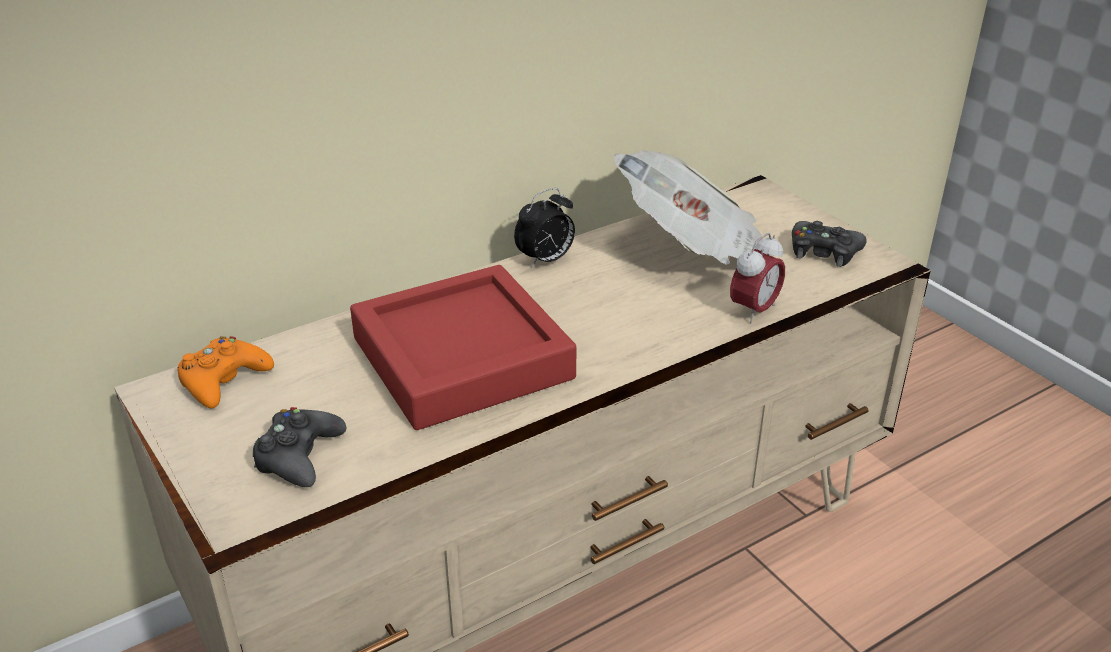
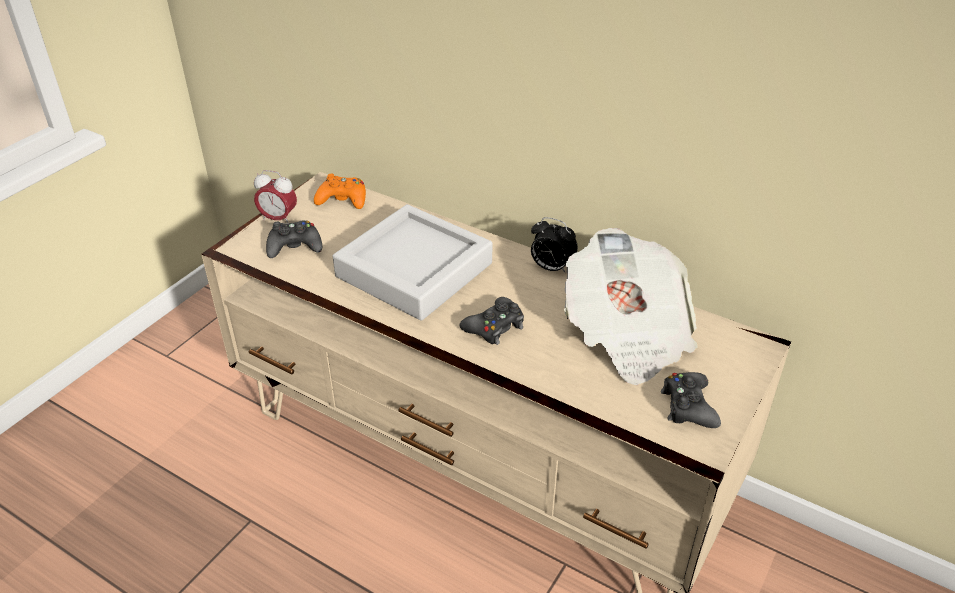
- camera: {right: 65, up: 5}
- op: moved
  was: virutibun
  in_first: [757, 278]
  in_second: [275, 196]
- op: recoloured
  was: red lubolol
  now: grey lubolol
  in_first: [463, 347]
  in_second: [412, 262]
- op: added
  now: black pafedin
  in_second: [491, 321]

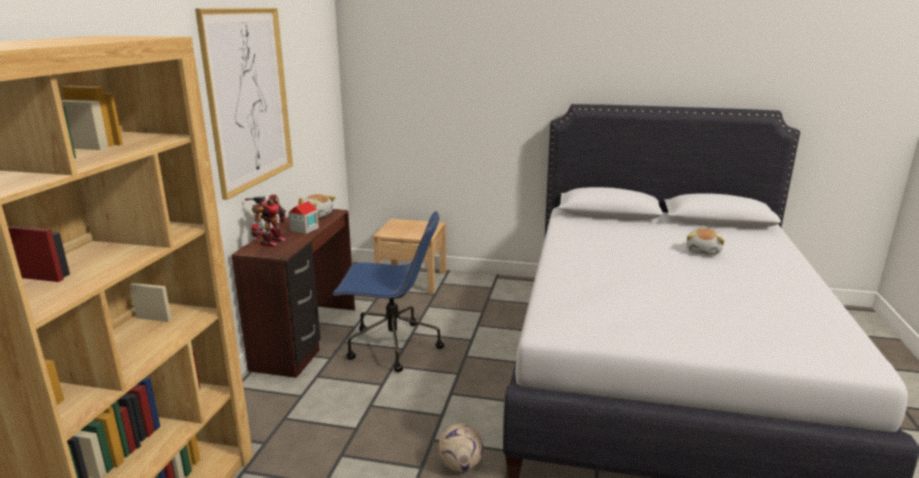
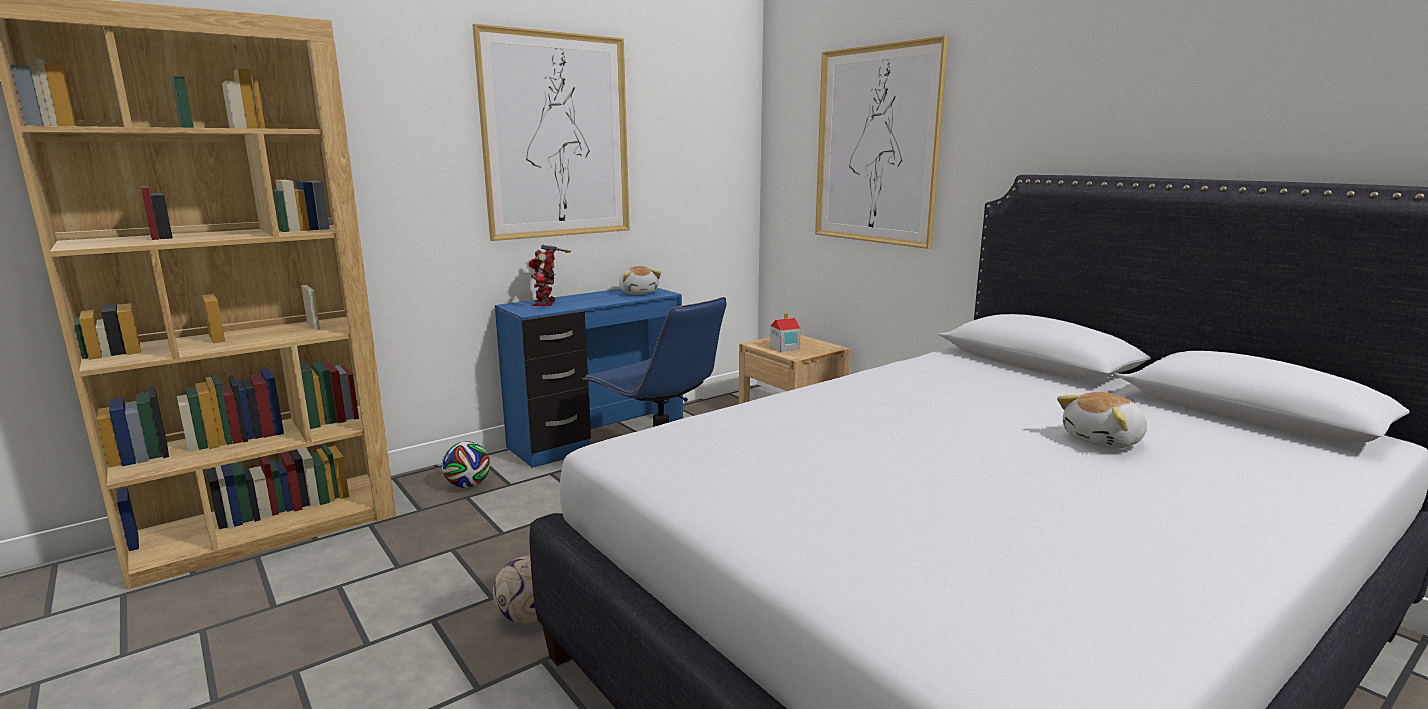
- camera: {right: 40, up: -5}
- op: turned
  was: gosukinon
  in_first: [265, 220]
  in_second: [550, 275]
  clockwise: 120
- op: moved
  was: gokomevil
  in_first: [304, 216]
  in_second: [785, 332]
- op: recoloured
  was: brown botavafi
  now: blue botavafi
  in_first: [293, 293]
  in_second: [589, 378]
- op: added
  now: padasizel
  in_second: [881, 142]
- op: added
  now: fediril
  in_second: [466, 464]

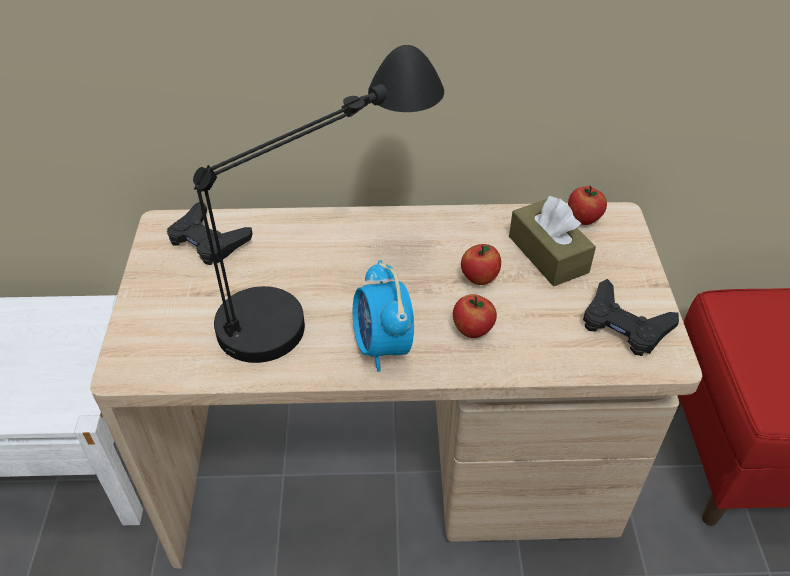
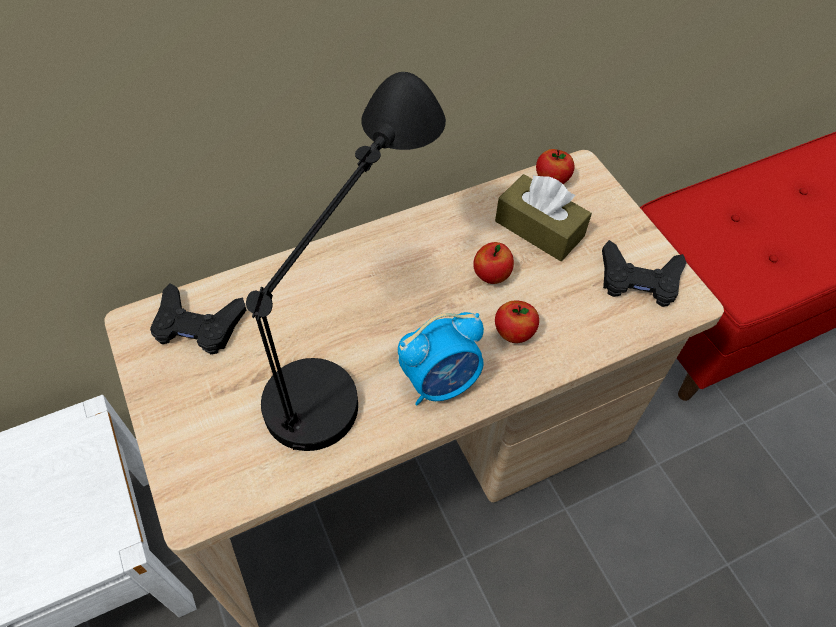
- camera: {right: -25, up: 10}
- op: turned
  was: virutibun
  in_first: [383, 316]
  in_second: [441, 358]
  clockwise: -75

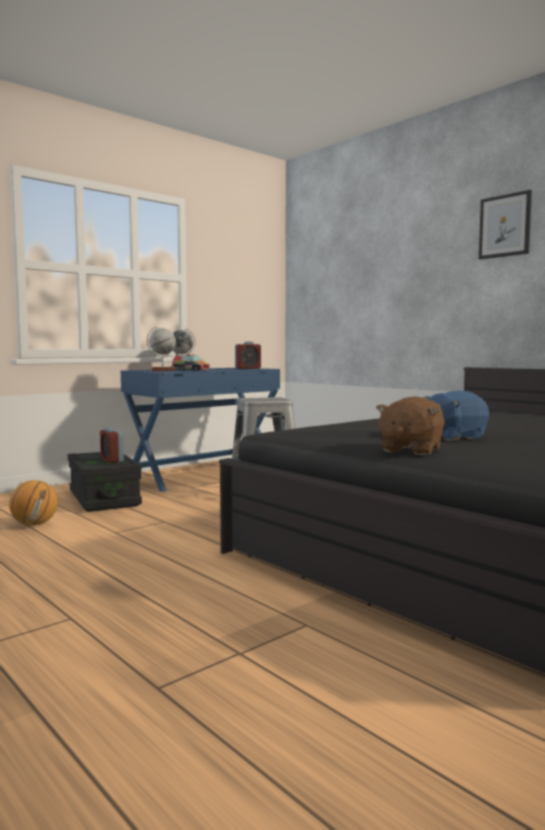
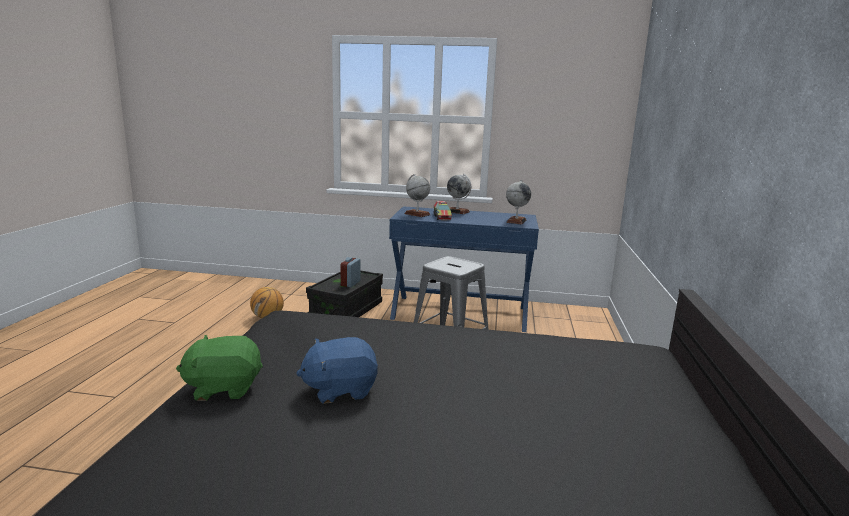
- camera: {right: 50, up: 10}
- op: removed
  was: padasizel
  in_first: [505, 224]
- op: replaced
  was: virutibun
  now: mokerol
  in_first: [248, 355]
  in_second: [518, 202]
- op: turned
  was: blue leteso
  in_first: [456, 416]
  in_second: [337, 370]
  clockwise: -45
- op: recoloured
  was: brown leteso
  now: green leteso
  in_first: [410, 425]
  in_second: [219, 368]

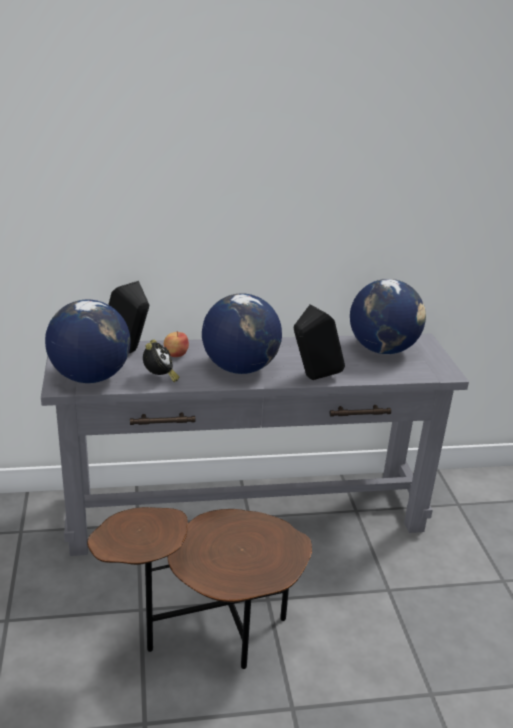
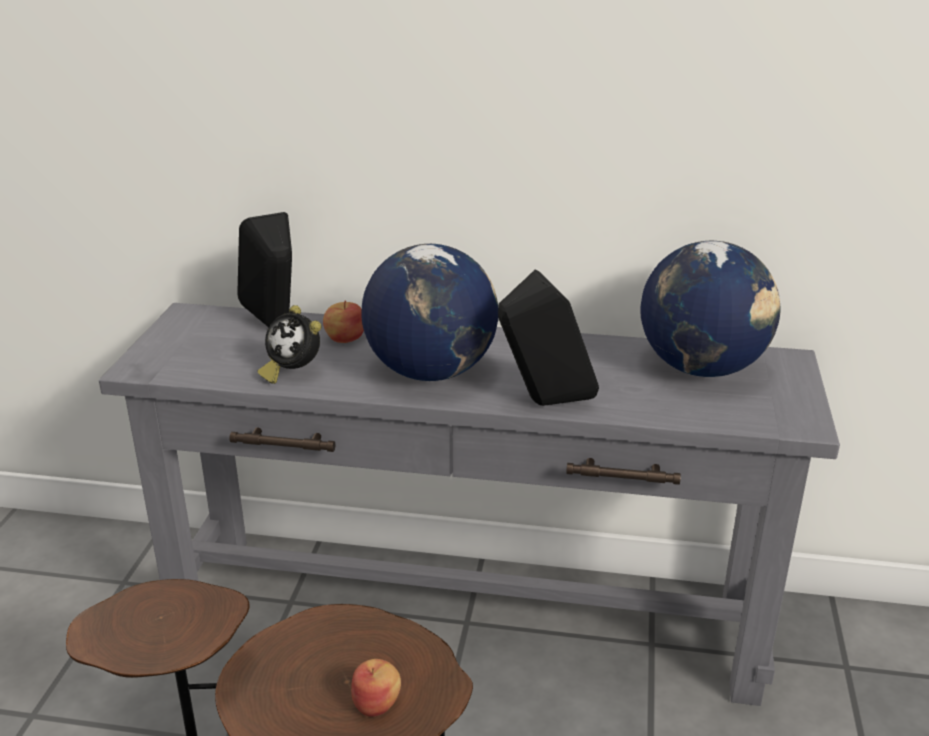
- camera: {right: 20, up: 0}
- op: removed
  was: mokerol
  in_first: [88, 341]
- op: turned
  was: virutibun
  in_first: [161, 360]
  in_second: [289, 344]
  clockwise: 105
- op: added
  now: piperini
  in_second: [376, 688]

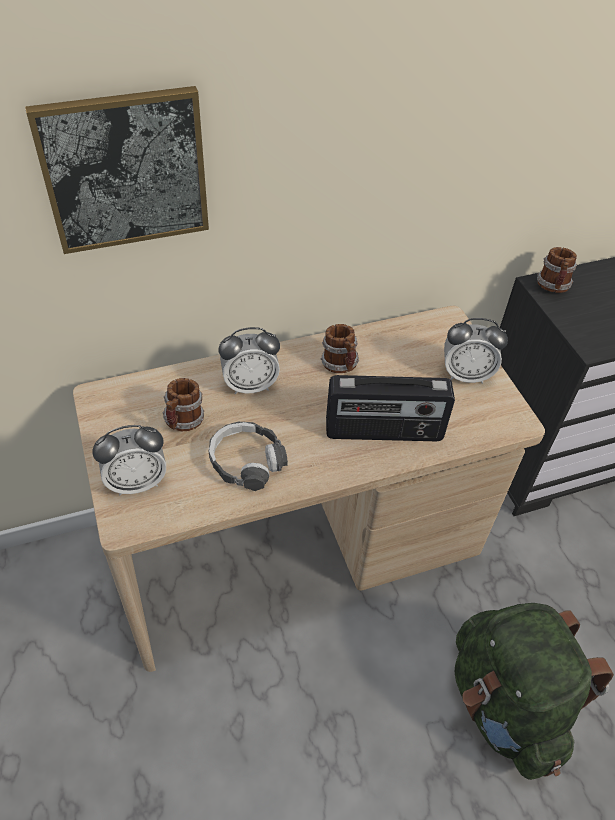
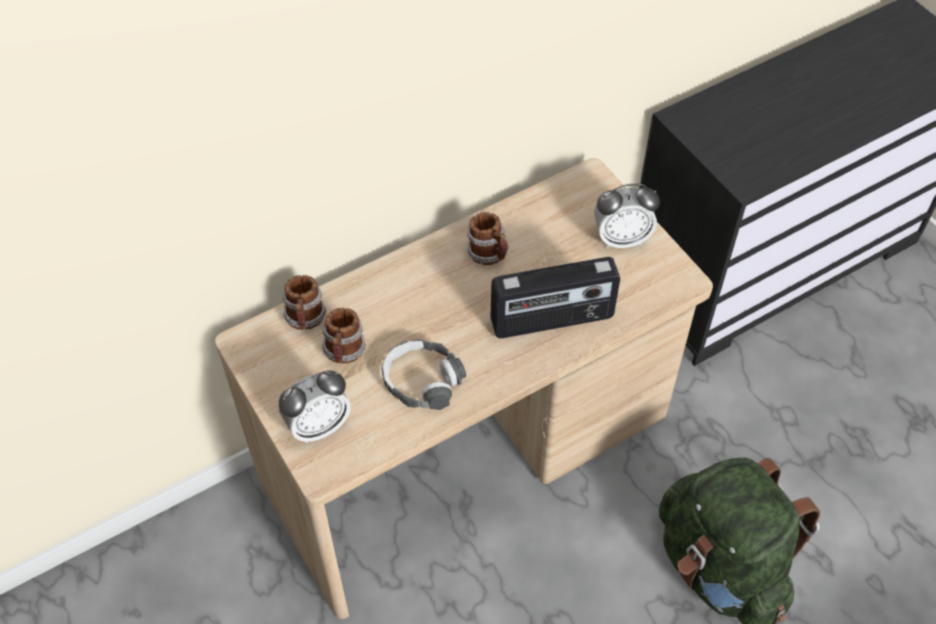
- camera: {right: -10, up: 5}
- op: removed
  was: padasizel
  in_first: [117, 170]
- op: moved
  was: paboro
  in_first: [557, 270]
  in_second: [305, 302]
- op: removed
  was: virutibun
  in_first: [249, 360]

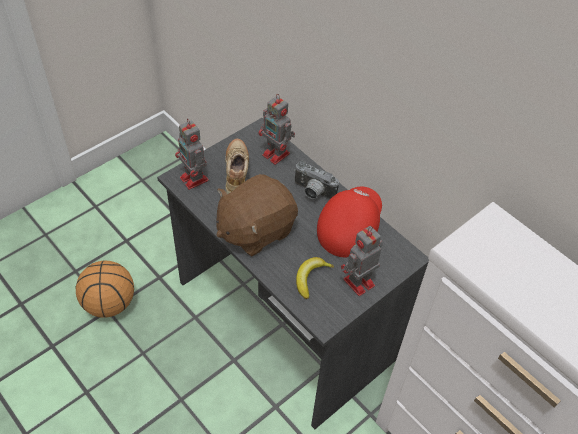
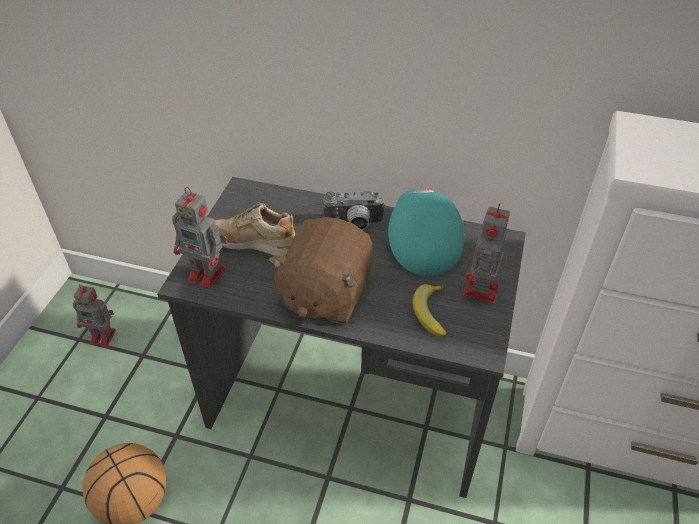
- camera: {right: -30, up: -5}
- op: moved
  was: gosukinon
  in_first: [276, 129]
  in_second: [94, 315]
- op: turned
  was: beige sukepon
  in_first: [237, 166]
  in_second: [255, 230]
  clockwise: -45
- op: recoloured
  was: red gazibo
  now: turquoise gazibo
  in_first: [349, 222]
  in_second: [426, 232]

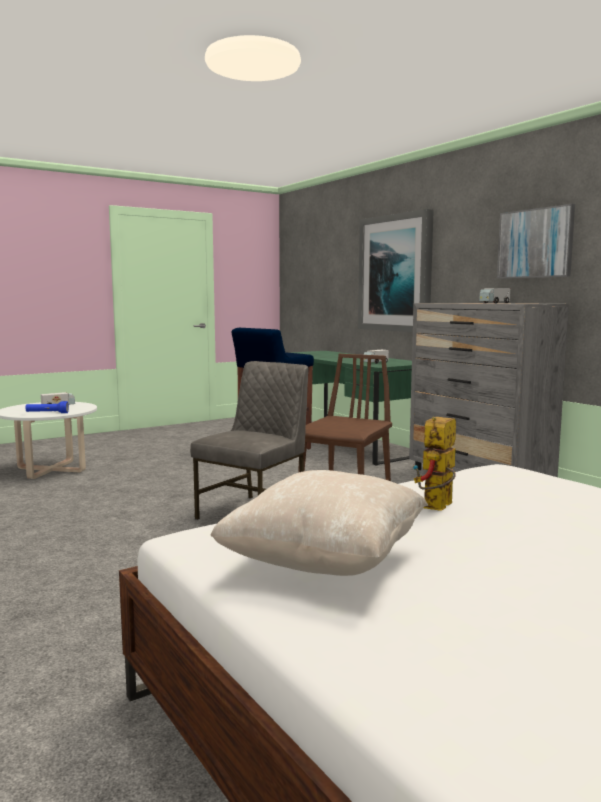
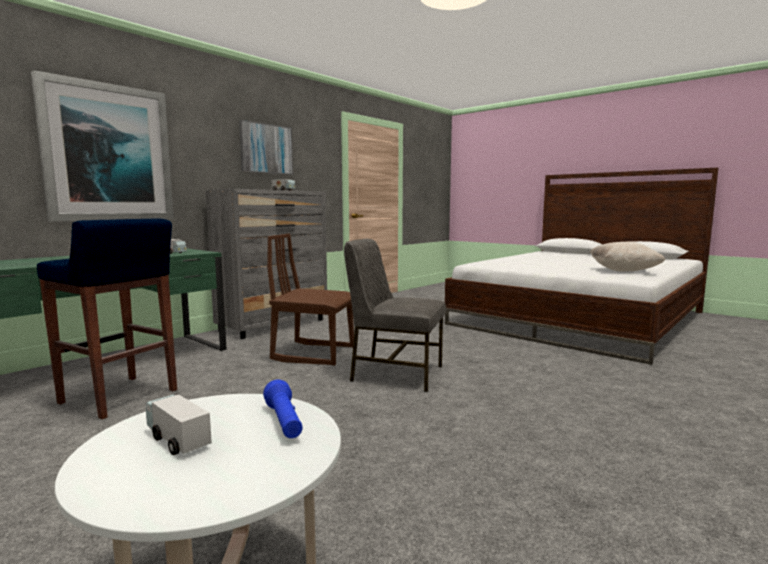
- camera: {right: -105, up: 0}
- op: removed
  was: gosukinon
  in_first: [434, 464]

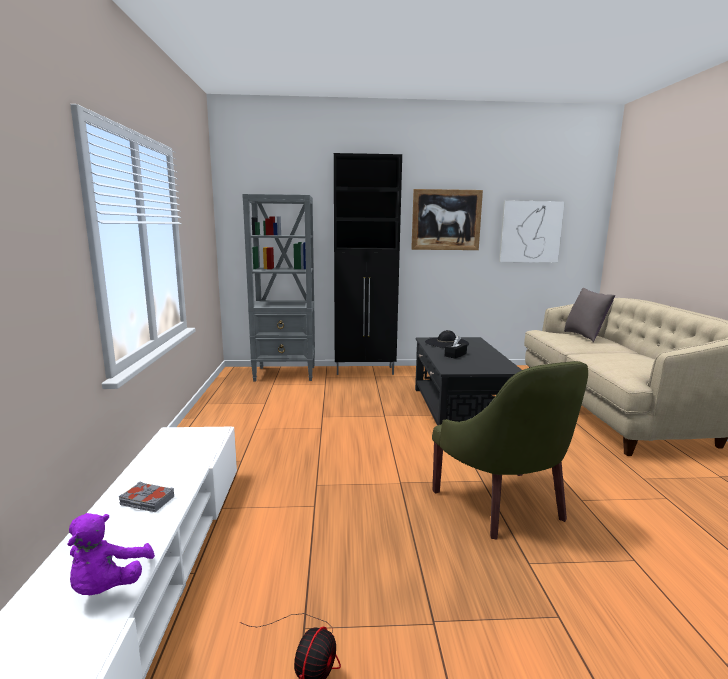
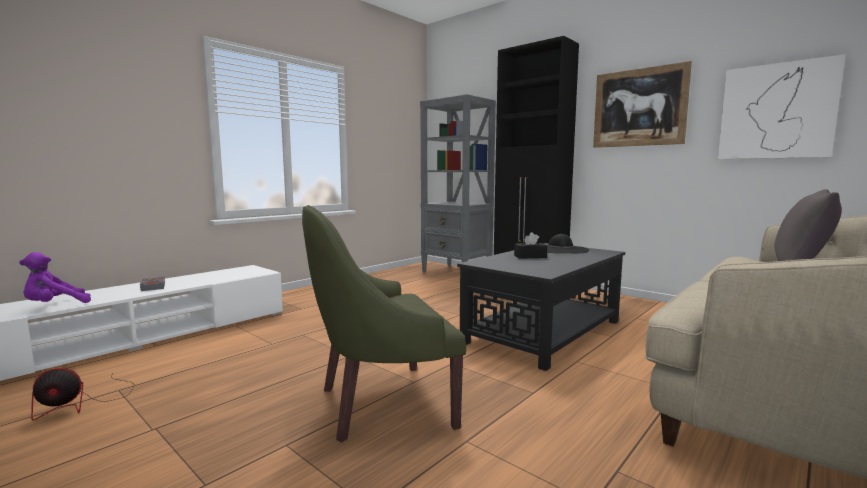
- camera: {right: 45, up: -5}
- op: turned
  was: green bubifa
  in_first: [510, 450]
  in_second: [384, 323]
  clockwise: 45

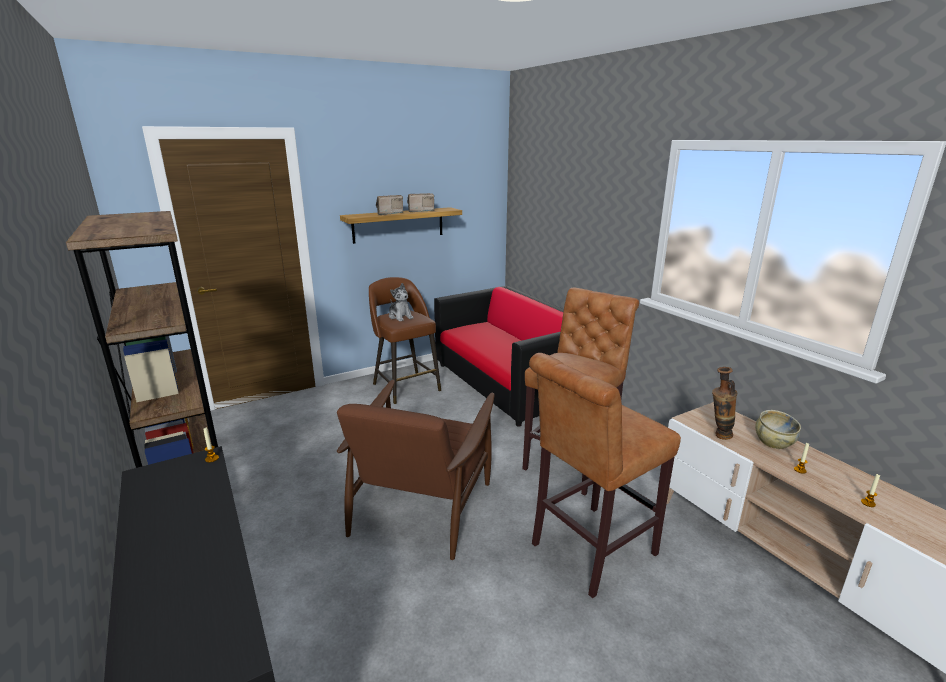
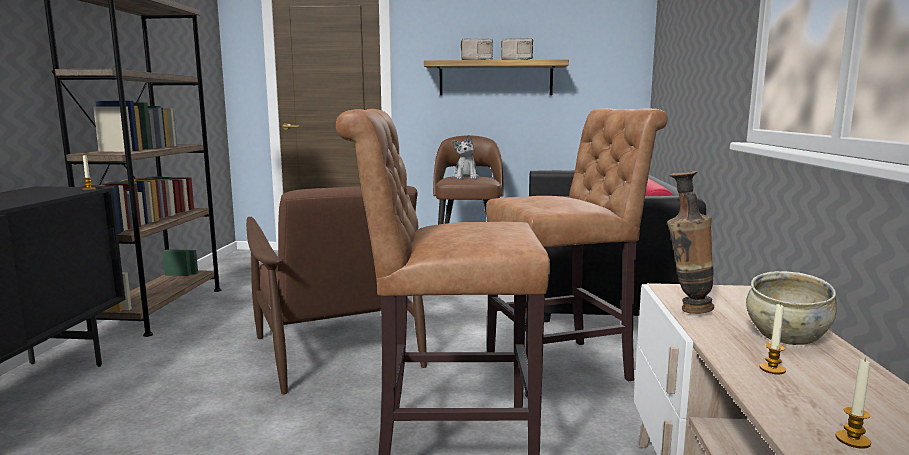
- camera: {right: 35, up: -10}
- op: turned
  was: brown bubifa
  in_first: [415, 470]
  in_second: [336, 290]
  clockwise: -75

